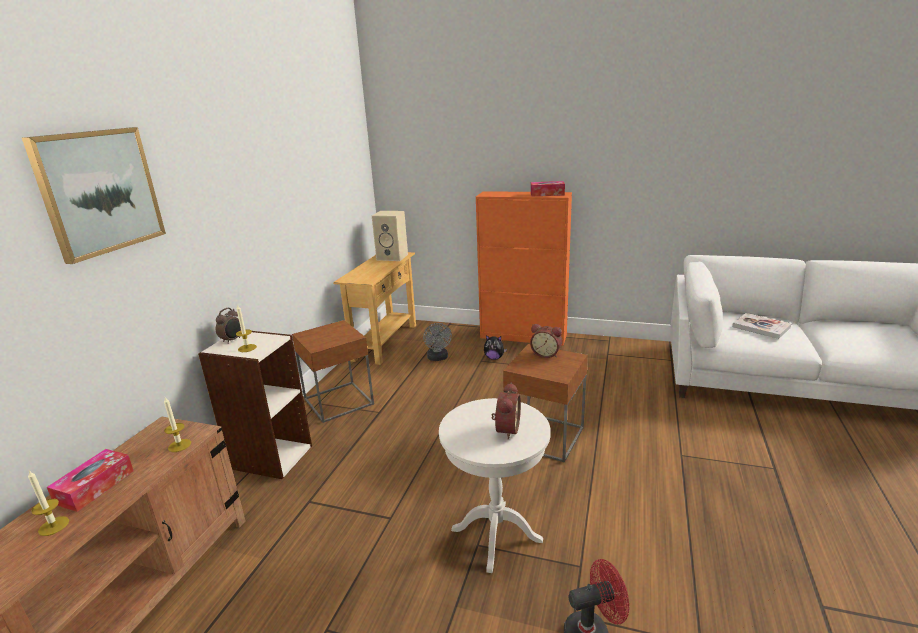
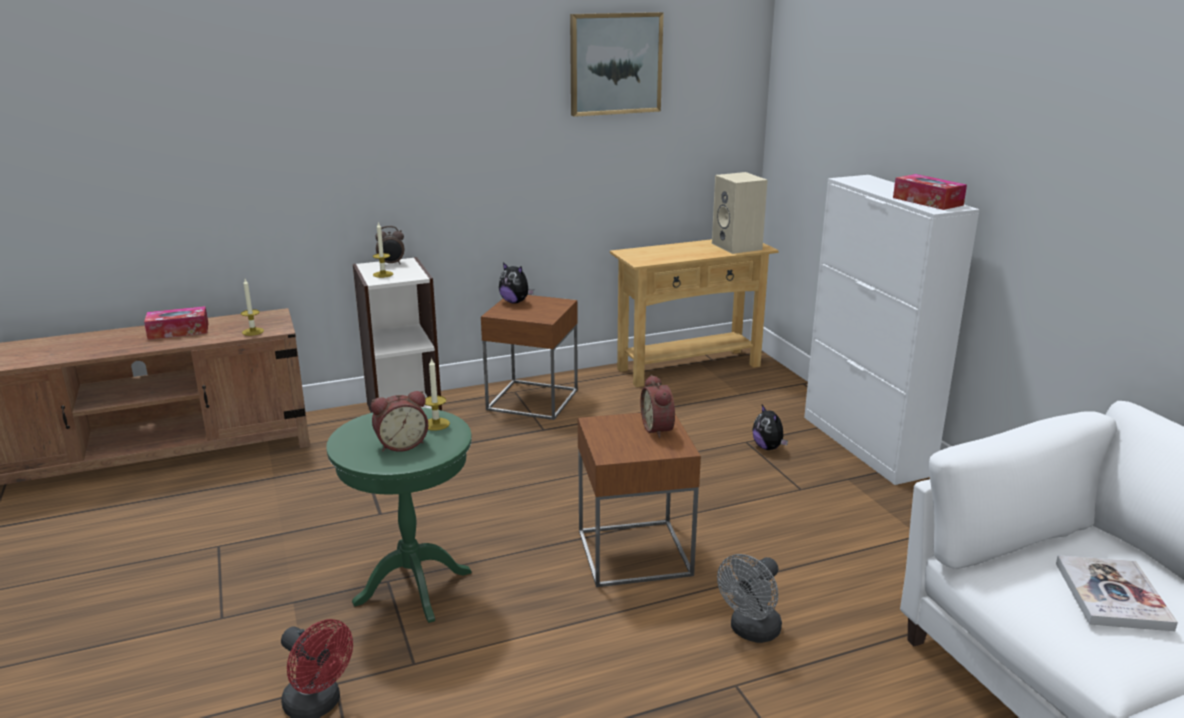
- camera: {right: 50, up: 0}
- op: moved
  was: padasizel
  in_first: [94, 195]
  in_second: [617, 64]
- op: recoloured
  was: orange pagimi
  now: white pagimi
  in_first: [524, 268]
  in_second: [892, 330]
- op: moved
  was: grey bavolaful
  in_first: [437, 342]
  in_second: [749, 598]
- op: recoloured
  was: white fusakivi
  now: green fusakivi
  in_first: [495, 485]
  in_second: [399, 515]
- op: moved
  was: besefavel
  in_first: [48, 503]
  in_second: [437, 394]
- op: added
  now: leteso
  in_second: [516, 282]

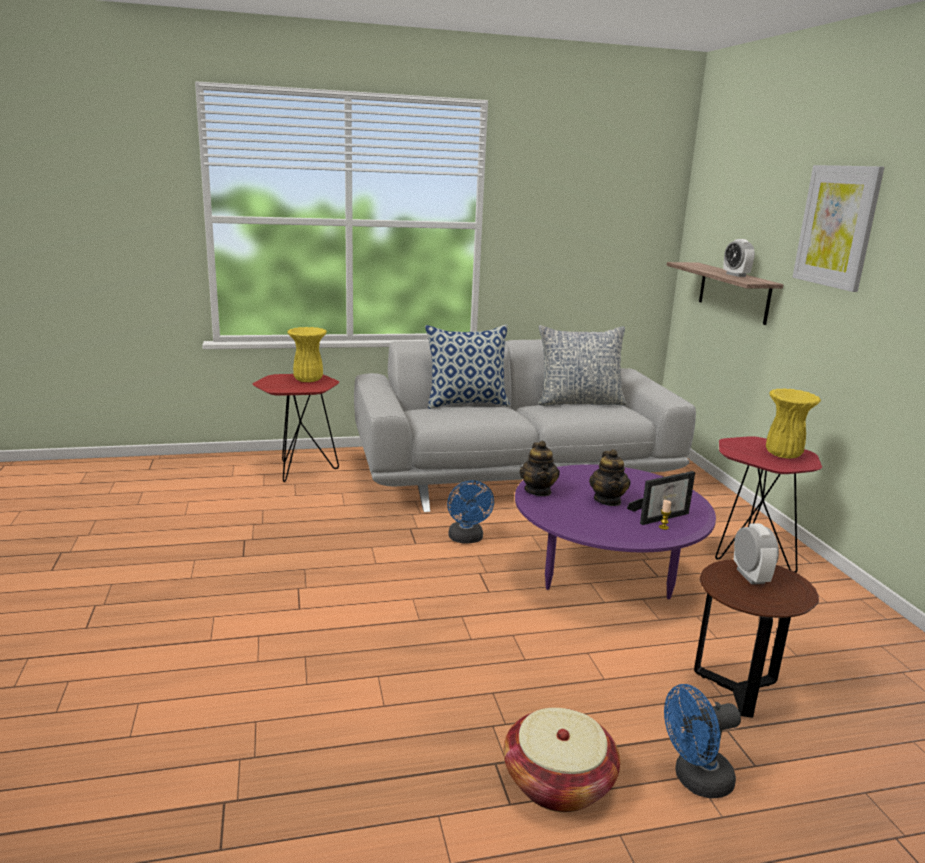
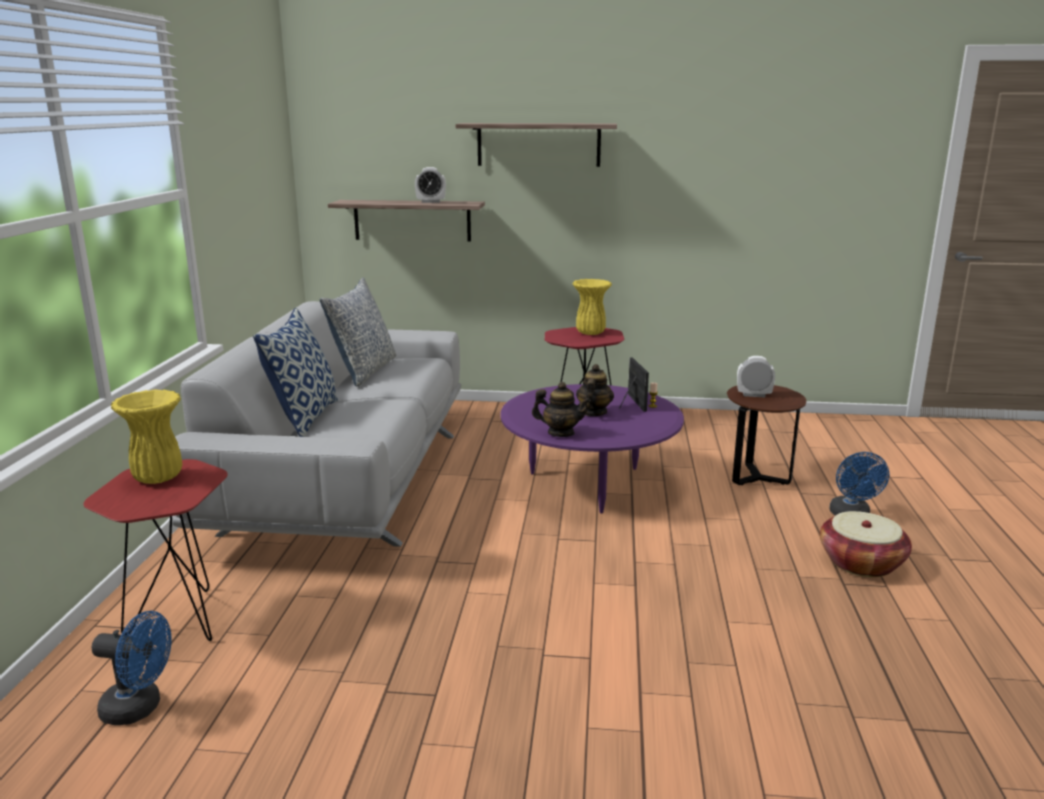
- camera: {right: -70, up: 0}
- op: replaced
  was: padasizel
  now: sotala
  in_first: [838, 228]
  in_second: [536, 145]
- op: turned
  was: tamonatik
  in_first: [610, 477]
  in_second: [595, 390]
  clockwise: -90
- op: moved
  was: blue bavolaful
  in_first: [470, 511]
  in_second: [132, 668]

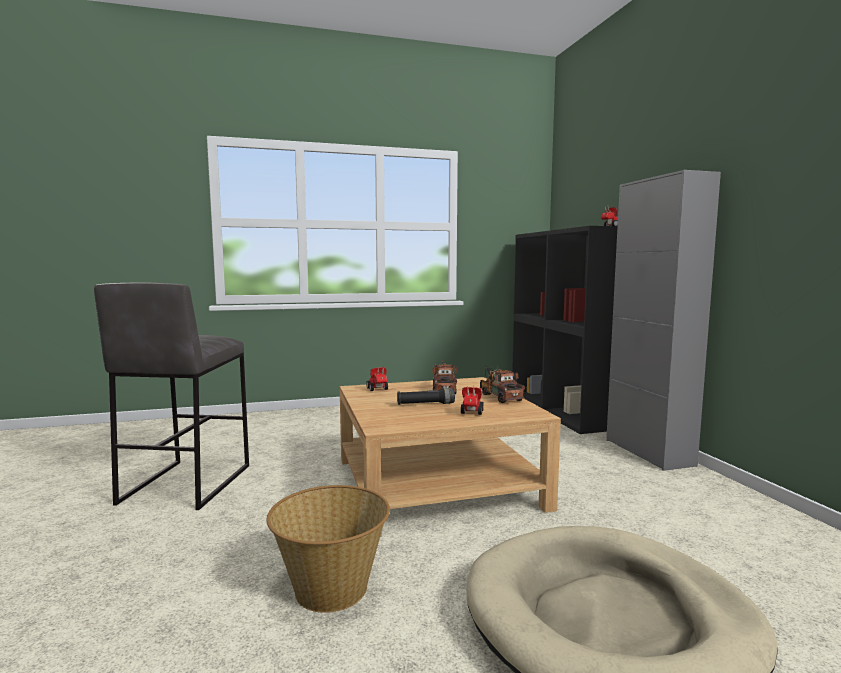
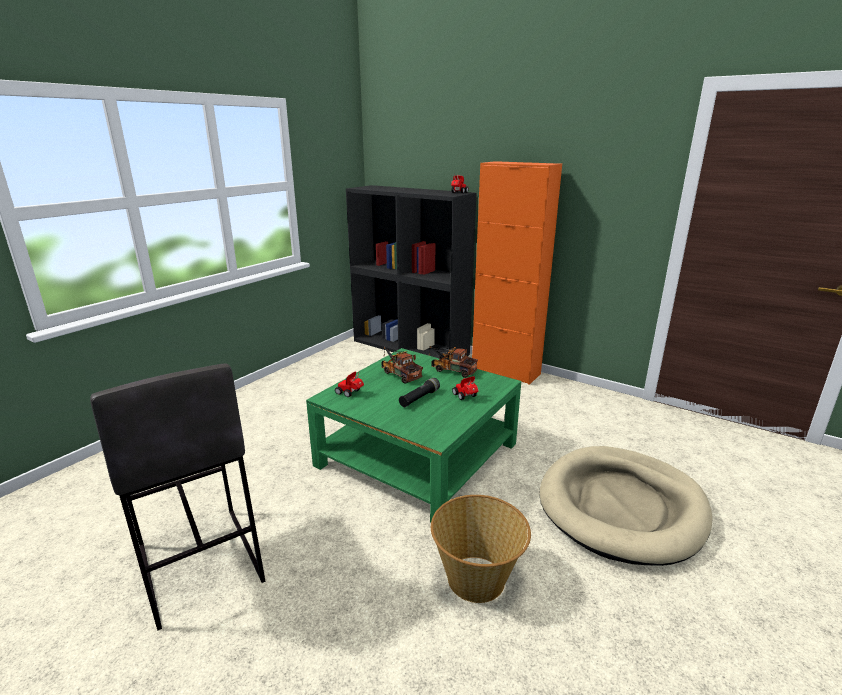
- camera: {right: -40, up: 15}
- op: recoloured
  was: grey pagimi
  now: orange pagimi
  in_first: [663, 320]
  in_second: [517, 273]
- op: recoloured
  was: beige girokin
  now: green girokin
  in_first: [450, 456]
  in_second: [413, 435]

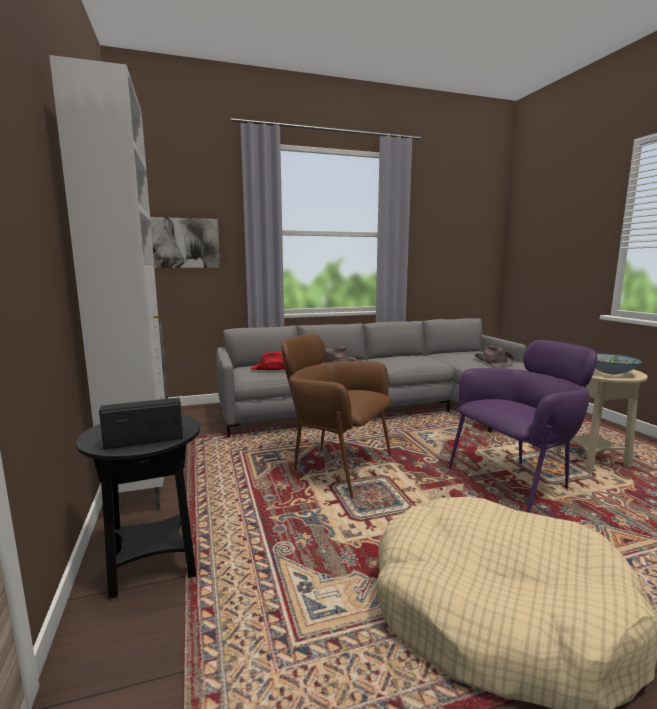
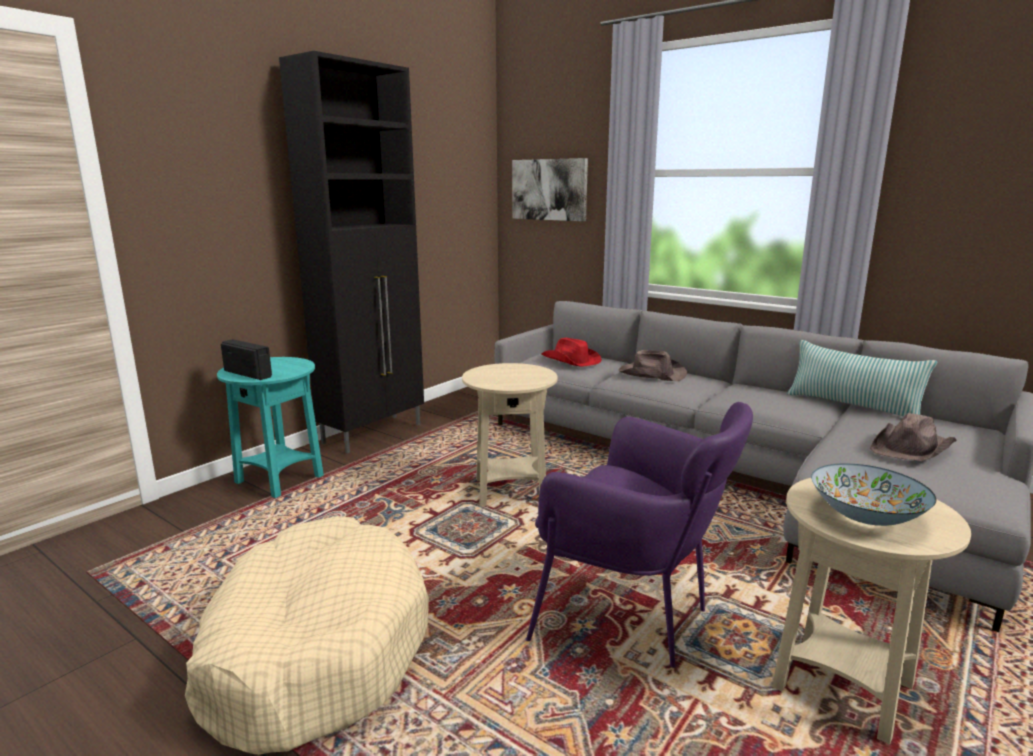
- camera: {right: 55, up: 5}
- op: recoloured
  was: white pagimi
  now: black pagimi
  in_first: [108, 283]
  in_second: [351, 252]
- op: replaced
  was: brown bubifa
  now: beige fusakivi
  in_first: [336, 416]
  in_second: [510, 434]
- op: recoloured
  was: black fusakivi
  now: turquoise fusakivi
  in_first: [138, 506]
  in_second: [270, 427]
- op: added
  now: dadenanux
  in_second: [862, 378]

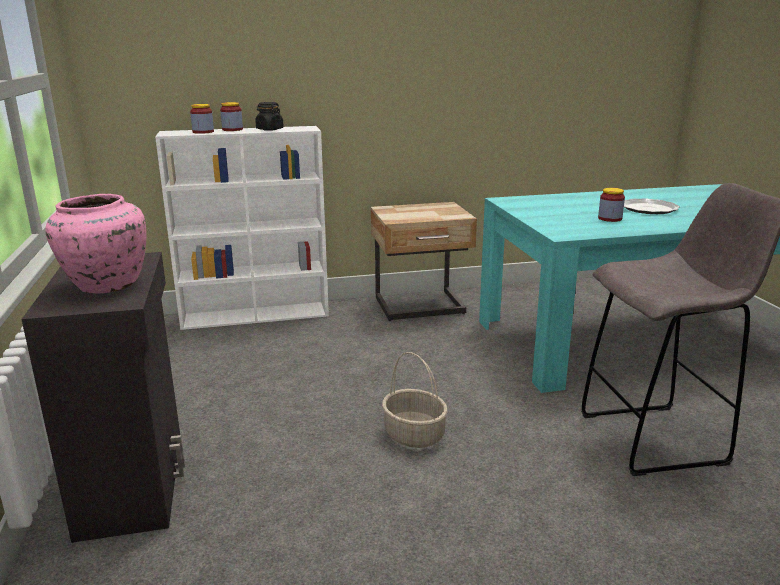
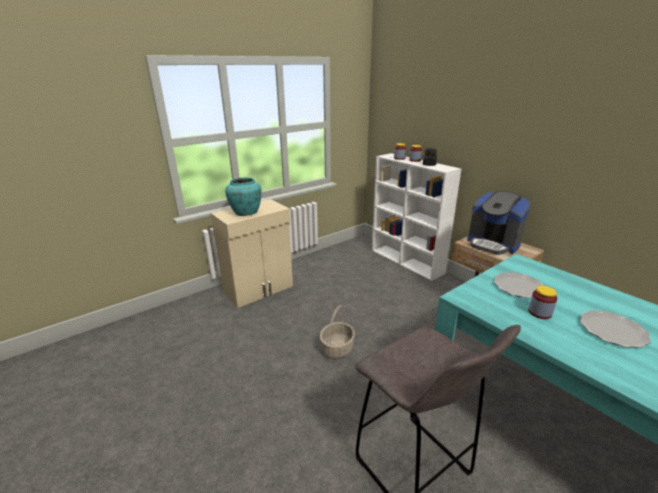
- camera: {right: 65, up: 5}
- op: recoloured
  was: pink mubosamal
  now: turquoise mubosamal
  in_first: [96, 243]
  in_second: [243, 196]
- op: recoloured
  was: black pagimi
  now: beige pagimi
  in_first: [103, 397]
  in_second: [252, 253]
- op: added
  now: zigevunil
  in_second: [498, 223]
- op: added
  now: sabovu
  in_second: [519, 285]

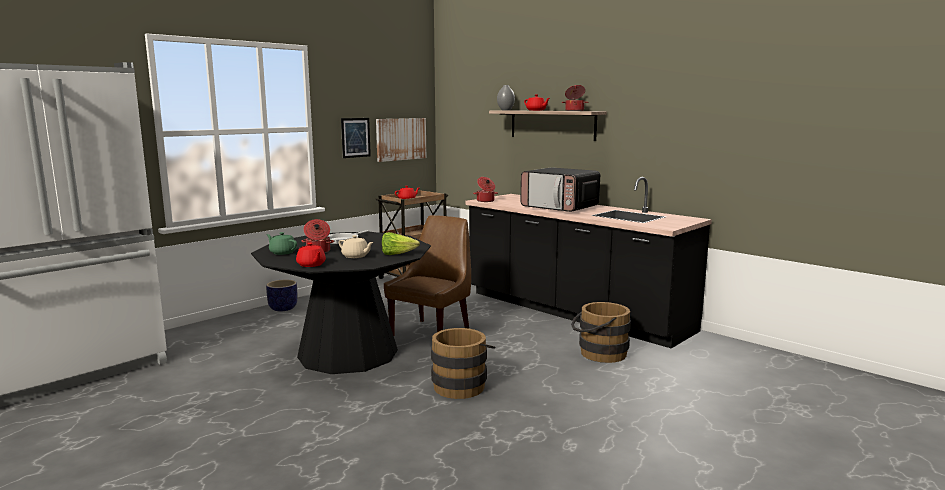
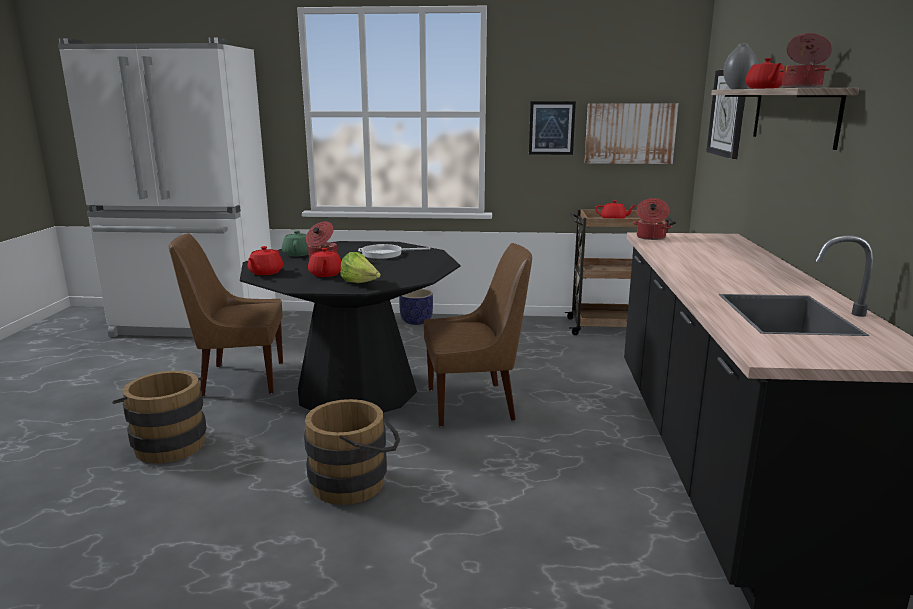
- camera: {right: 50, up: 5}
- op: removed
  was: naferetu
  in_first: [560, 189]
- op: recoloured
  was: beige tamonatik
  now: red tamonatik
  in_first: [356, 246]
  in_second: [324, 262]
- op: moved
  was: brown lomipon
  in_first: [601, 332]
  in_second: [159, 417]
- op: added
  now: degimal
  in_second: [726, 114]
- op: added
  now: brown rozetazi
  in_second: [225, 315]

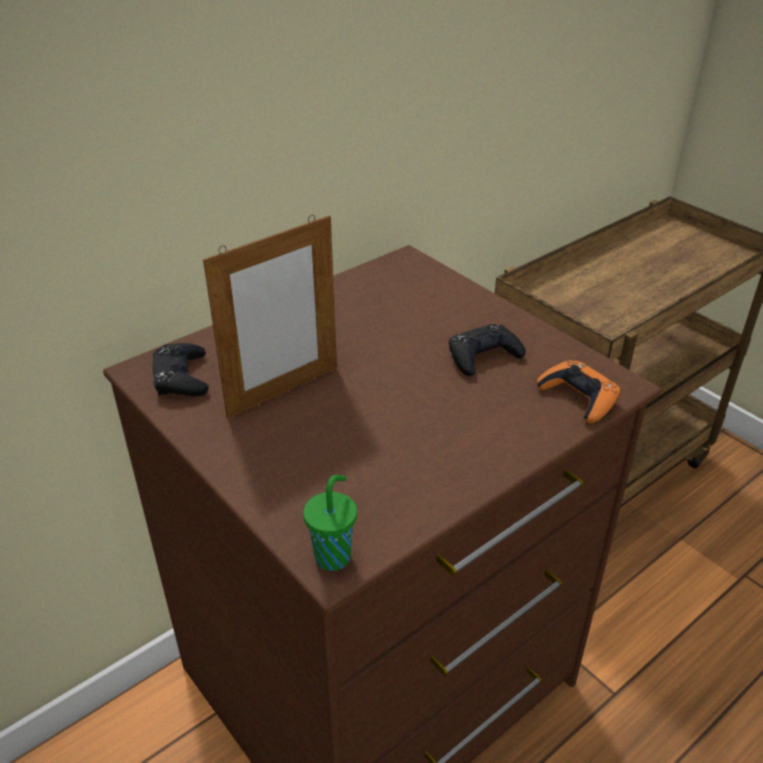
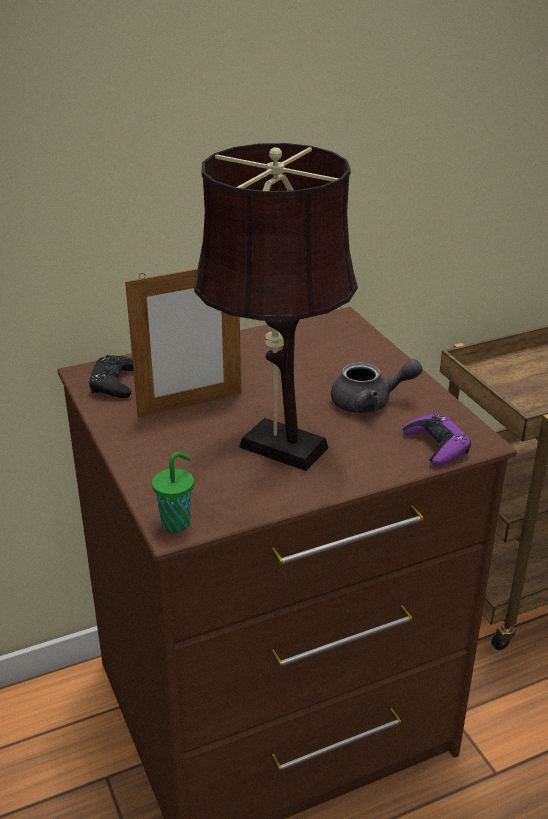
- camera: {right: 15, up: -5}
- op: replaced
  was: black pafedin
  now: grey tamonatik
  in_first: [487, 350]
  in_second: [377, 386]
- op: recoloured
  was: orange pafedin
  now: purple pafedin
  in_first: [579, 391]
  in_second: [437, 439]
- op: added
  now: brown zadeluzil
  in_second: [276, 307]

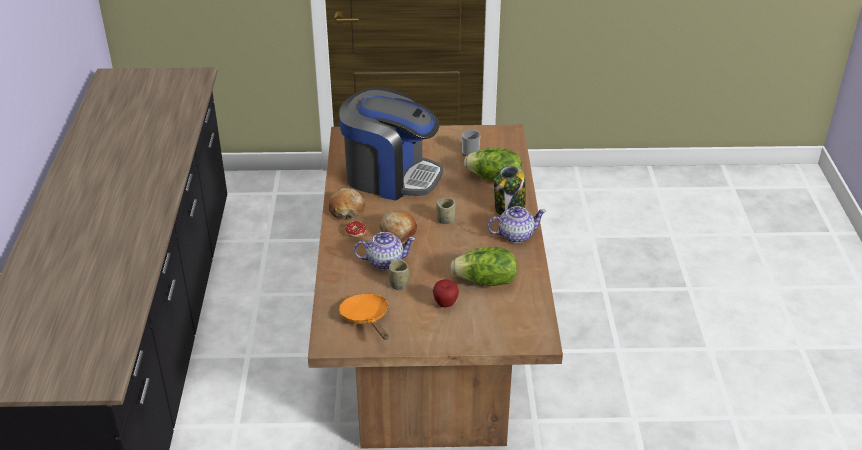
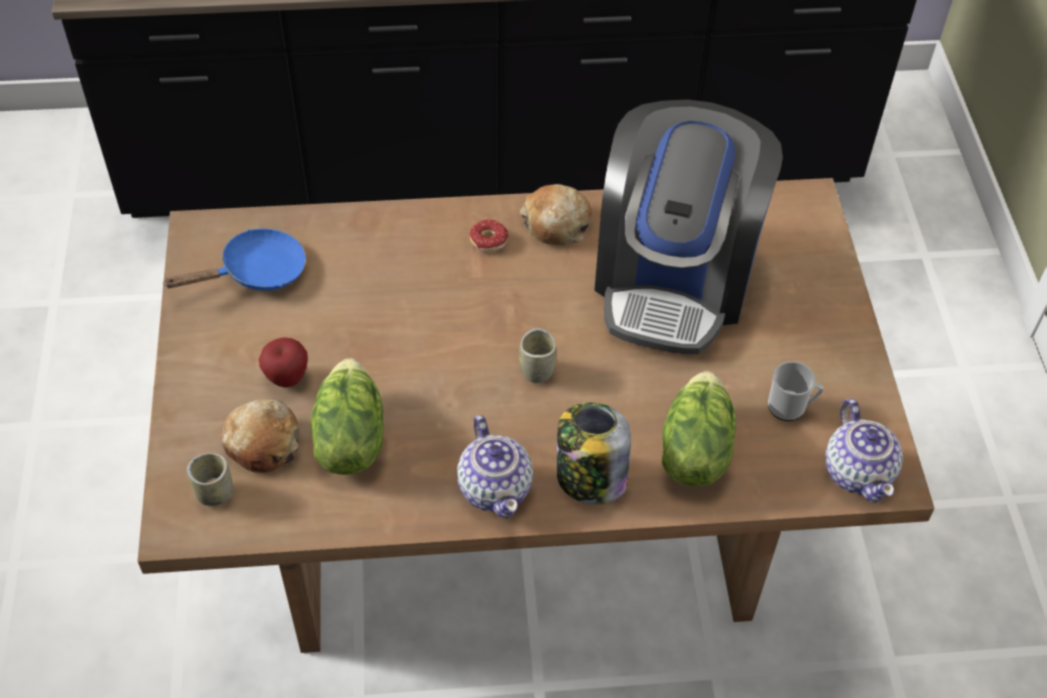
- camera: {right: 85, up: 15}
- op: moved
  was: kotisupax
  in_first: [398, 226]
  in_second: [260, 436]
- op: moved
  was: tamonatik
  in_first: [385, 251]
  in_second: [864, 451]
- op: moved
  was: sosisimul
  in_first: [398, 274]
  in_second: [210, 479]
- op: recoloured
  was: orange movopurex
  now: blue movopurex
  in_first: [364, 316]
  in_second: [234, 260]

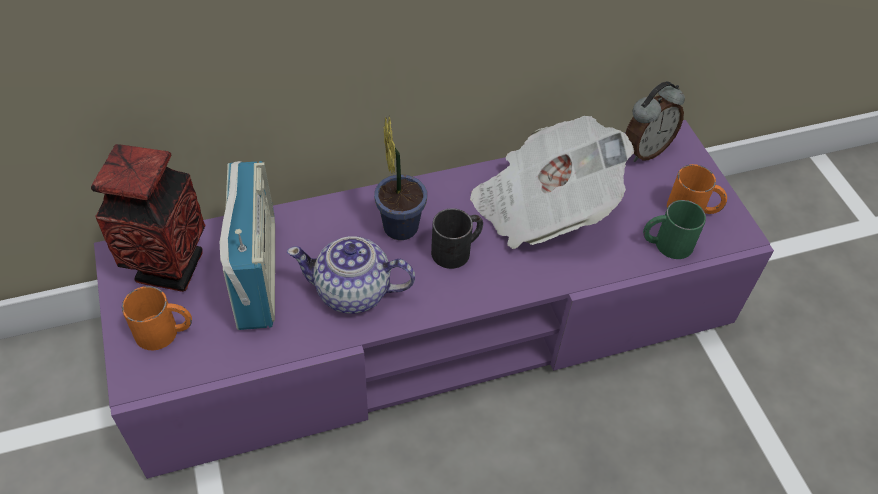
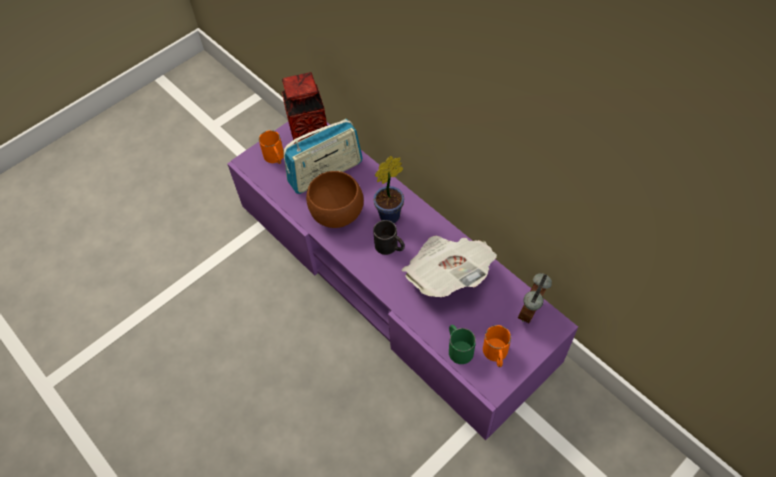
- camera: {right: 70, up: 5}
- op: turned
  was: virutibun
  in_first: [655, 121]
  in_second: [535, 298]
  clockwise: 90
- op: replaced
  was: tamonatik
  now: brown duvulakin
  in_first: [351, 274]
  in_second: [335, 199]

